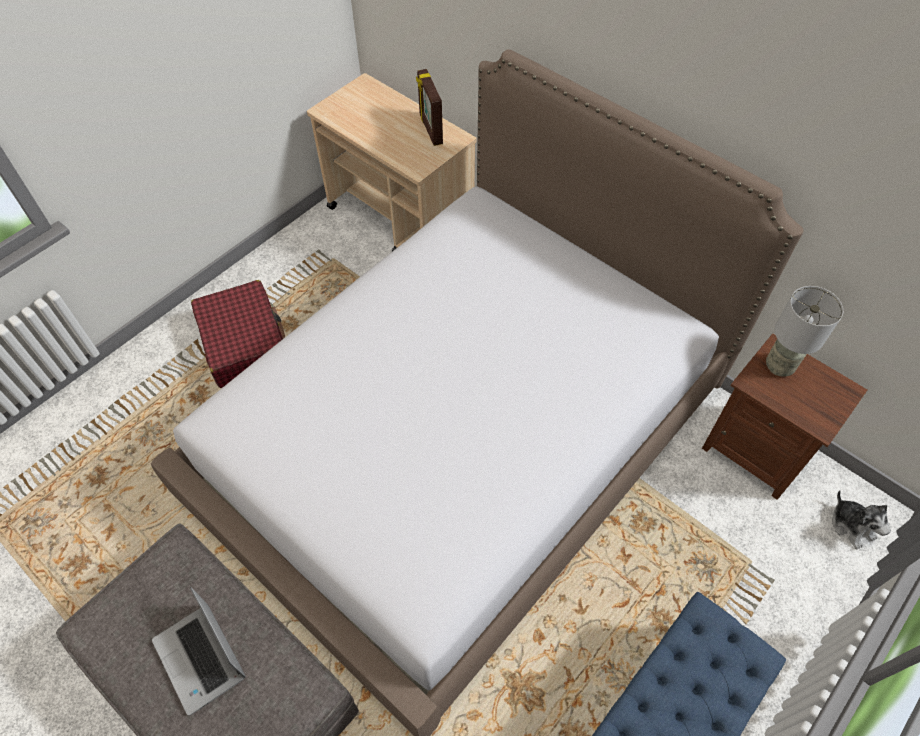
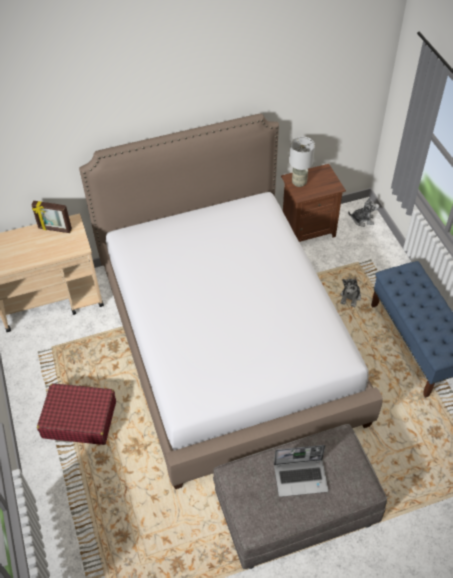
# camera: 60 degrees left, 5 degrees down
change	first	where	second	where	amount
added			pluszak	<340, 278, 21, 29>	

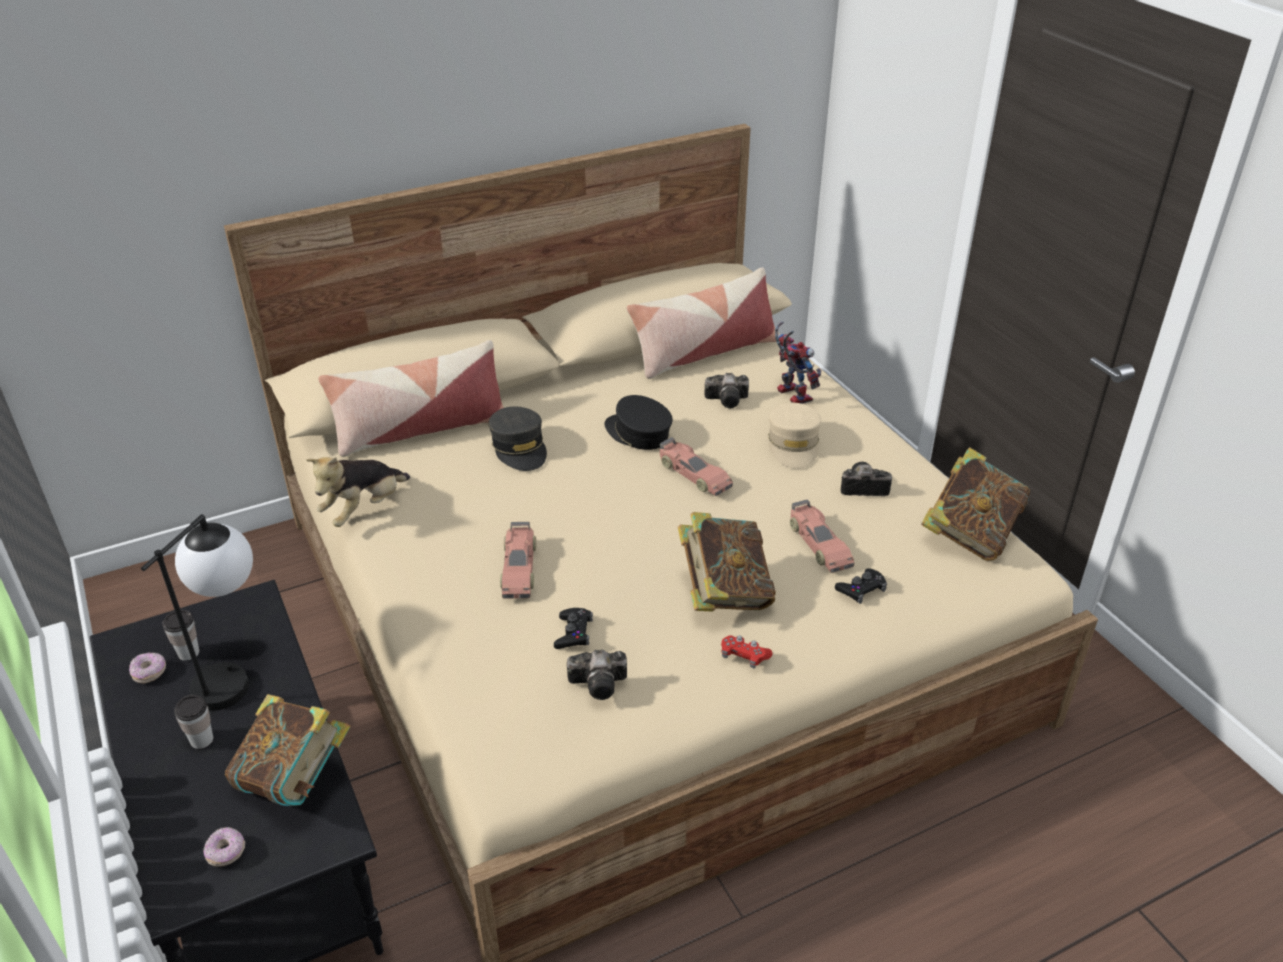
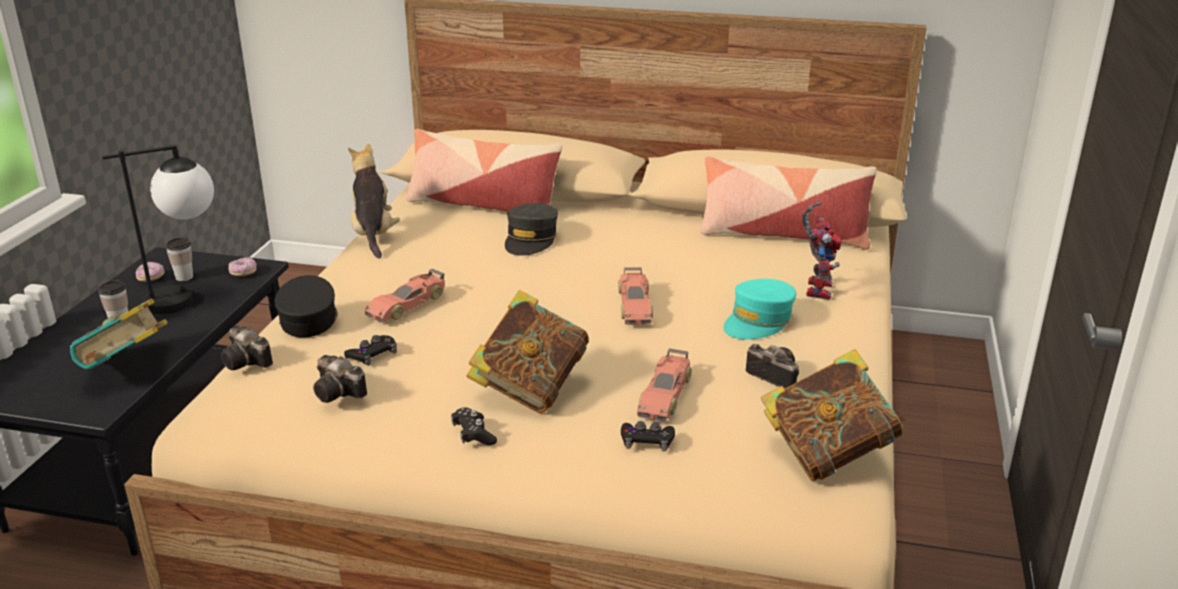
# camera: 40 degrees right, 10 degrees down
change	first	where	second	where	amount
moved	aparat fotograficzny	<705, 373, 44, 35>		<221, 326, 52, 44>	
moved	donut	<204, 827, 41, 40>		<228, 257, 29, 19>	
moved	czapka z daszkiem/czarny	<604, 395, 69, 55>		<275, 275, 63, 63>	
turned	pluszak	<306, 457, 104, 70>		<348, 144, 52, 114>	90 degrees clockwise
recoloured	pad do gier/czerwony	<721, 635, 52, 34>	pad do gier/czarny	<451, 407, 46, 38>	
recoloured	czapka z daszkiem/beżowy	<768, 403, 53, 66>	czapka z daszkiem/turkusowy	<723, 279, 73, 61>	

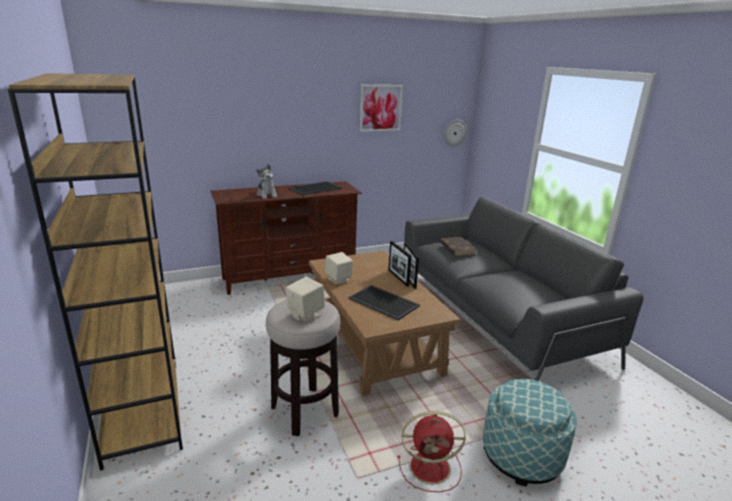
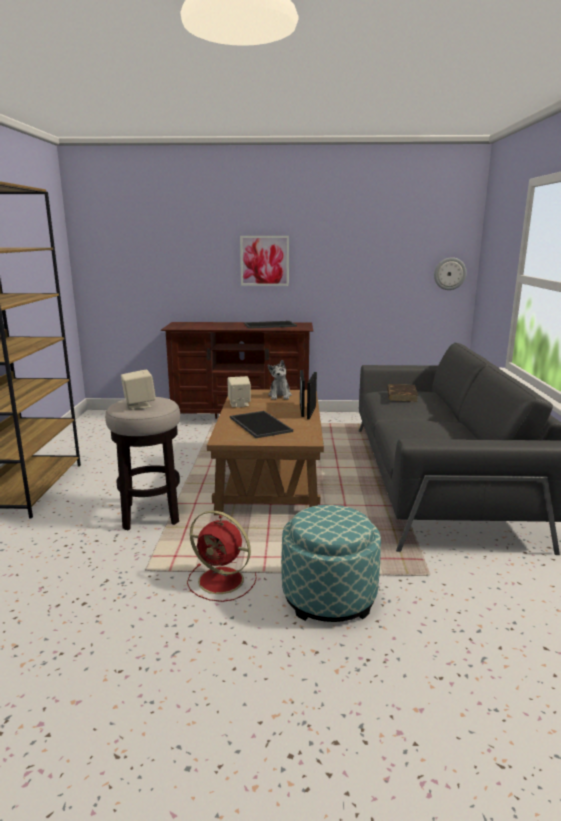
# camera: 25 degrees right, 5 degrees down
change	first	where	second	where	amount
moved	obraz	<359, 85, 44, 47>		<240, 236, 49, 50>	
moved	pluszak	<256, 164, 21, 35>		<268, 360, 24, 40>	

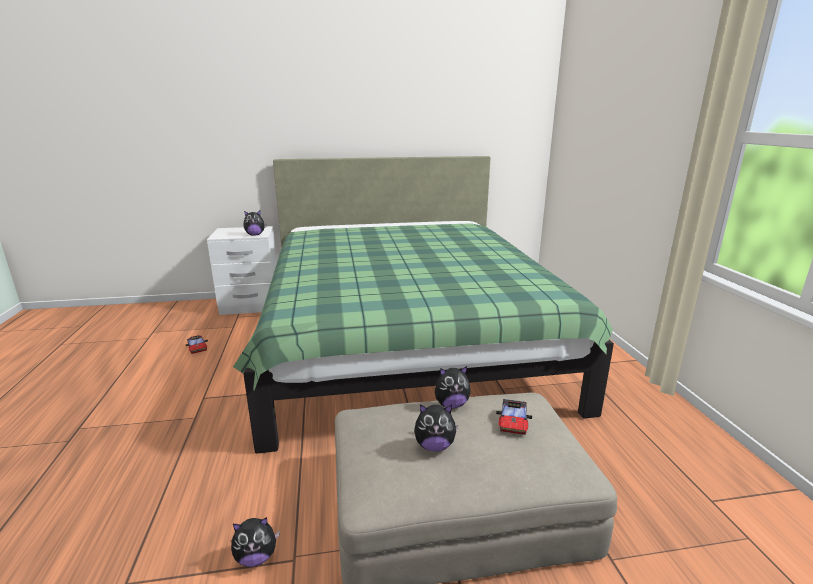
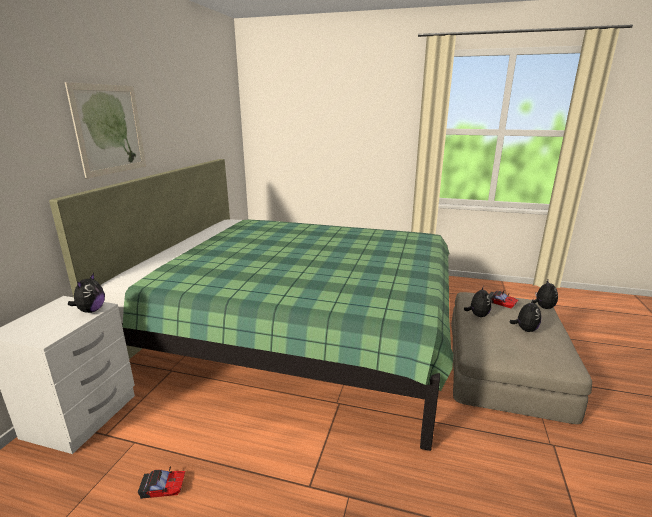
# camera: 65 degrees left, 0 degrees up
change	first	where	second	where	amount
added			obraz	<65, 82, 81, 97>	
moved	pluszak	<231, 517, 49, 50>		<531, 280, 27, 29>	

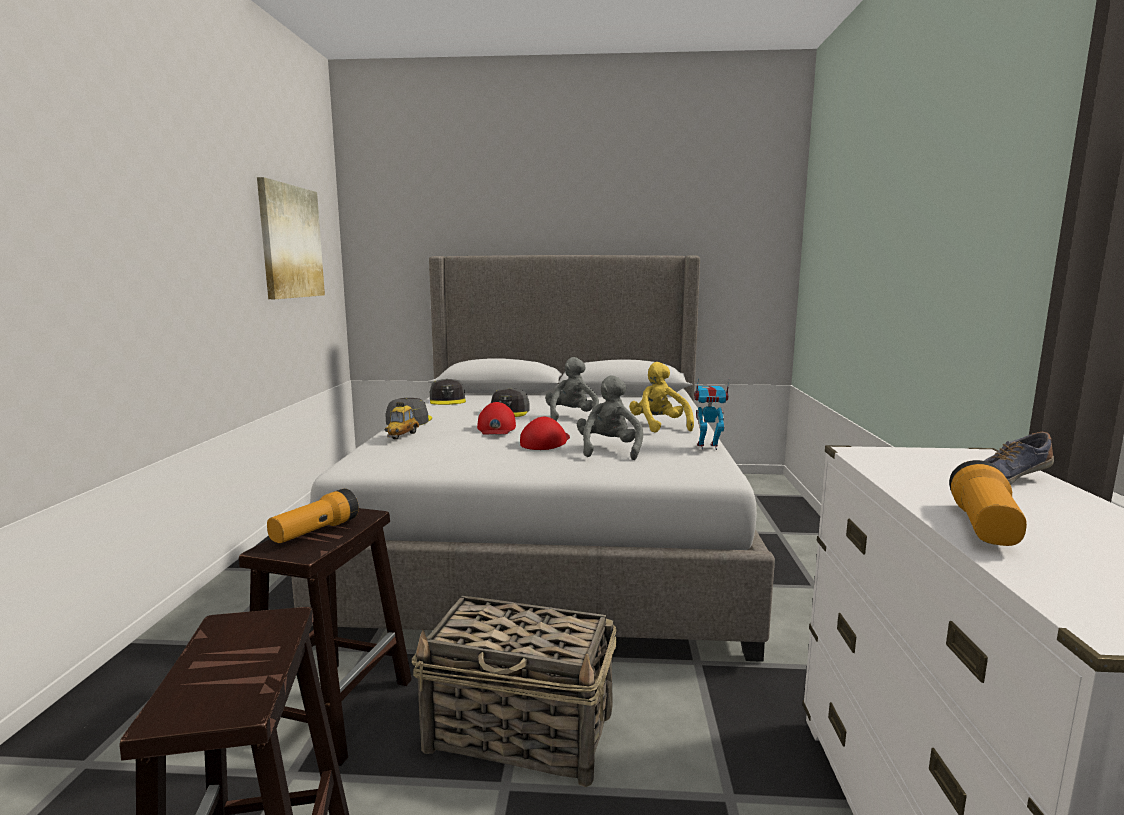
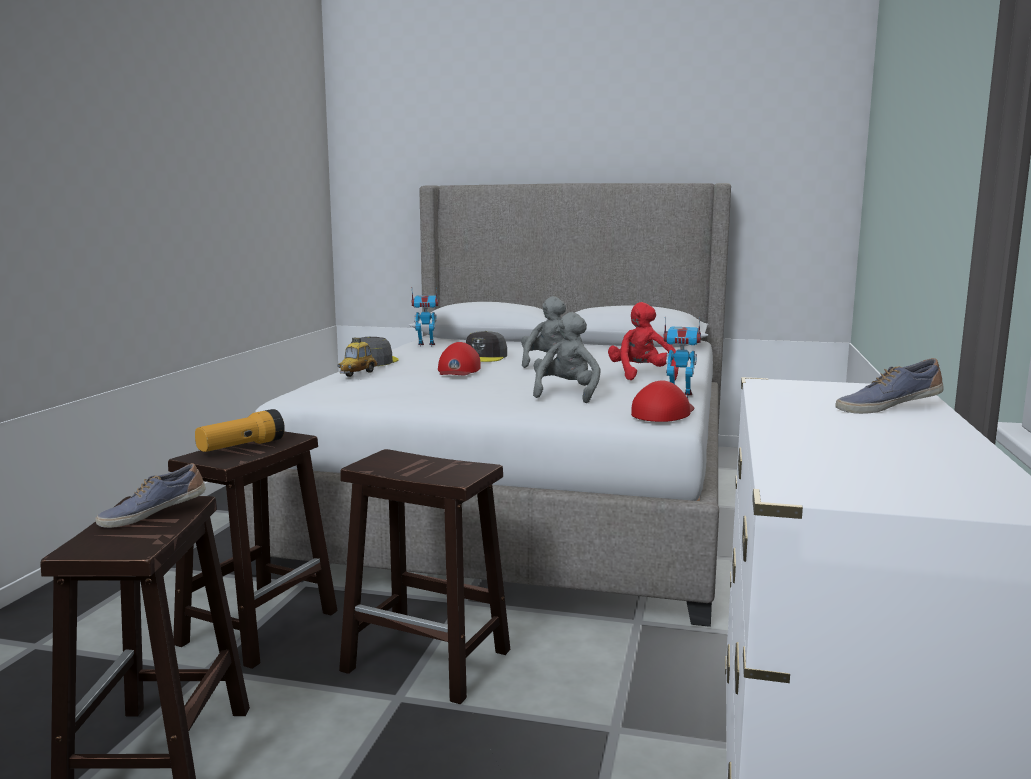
# camera: 10 degrees right, 0 degrees up
change	first	where	second	where	amount
added			but	<95, 463, 111, 65>	
replaced	koszyk	<412, 596, 205, 191>	stołek/brązowy	<339, 449, 171, 255>	
replaced	czapka z daszkiem/szary	<430, 379, 36, 26>	robot zabawkowy	<412, 287, 26, 60>	
recoloured	pluszak/żółty	<629, 362, 65, 71>	pluszak/czerwony	<608, 302, 71, 78>	
moved	czapka z daszkiem/czerwony	<520, 417, 50, 33>		<631, 380, 63, 42>	
removed	obraz	<257, 177, 68, 122>			
removed	latarka	<949, 460, 78, 86>			

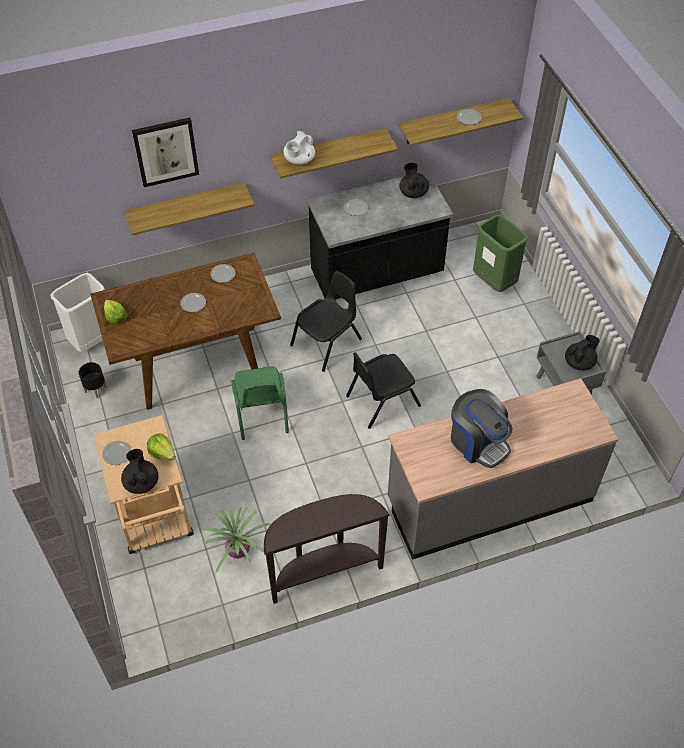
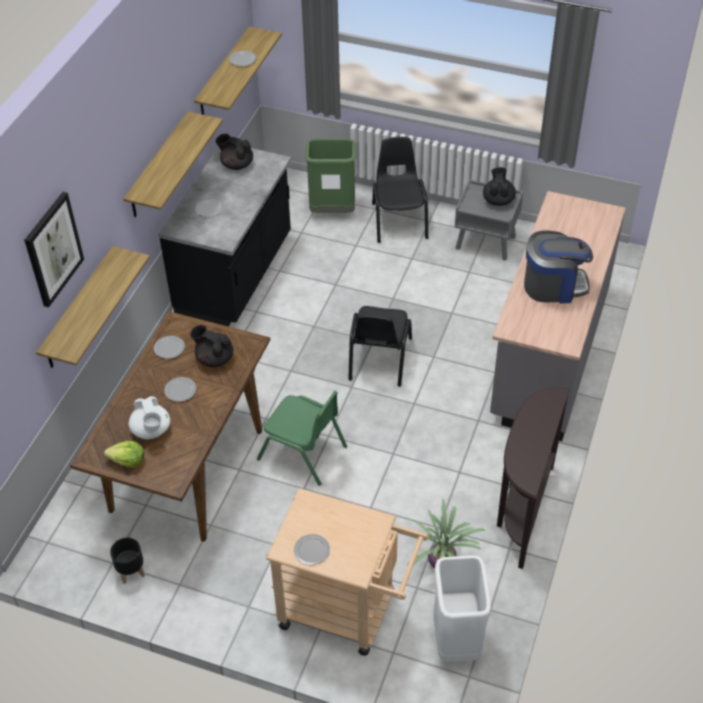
# camera: 50 degrees left, 5 degrees down
change	first	where	second	where	amount
moved	imbryk/biały	<283, 131, 32, 34>		<129, 396, 41, 43>	
moved	imbryk/czarny	<121, 449, 38, 45>		<190, 325, 43, 42>	
moved	krzesło/czarny	<290, 271, 72, 101>		<372, 137, 56, 106>	
moved	kosz na śmieci/biały	<51, 273, 54, 79>		<434, 555, 57, 107>	
removed	sałata	<147, 434, 29, 26>			

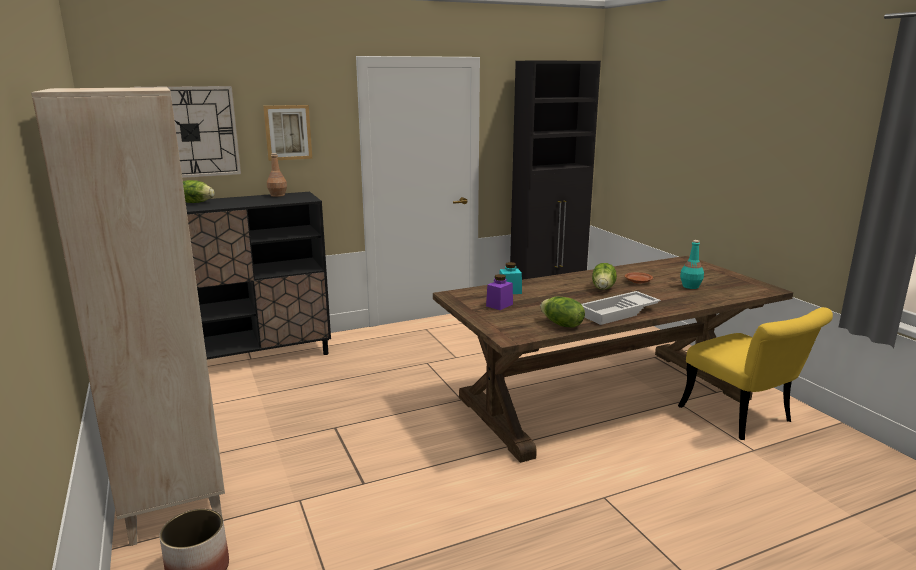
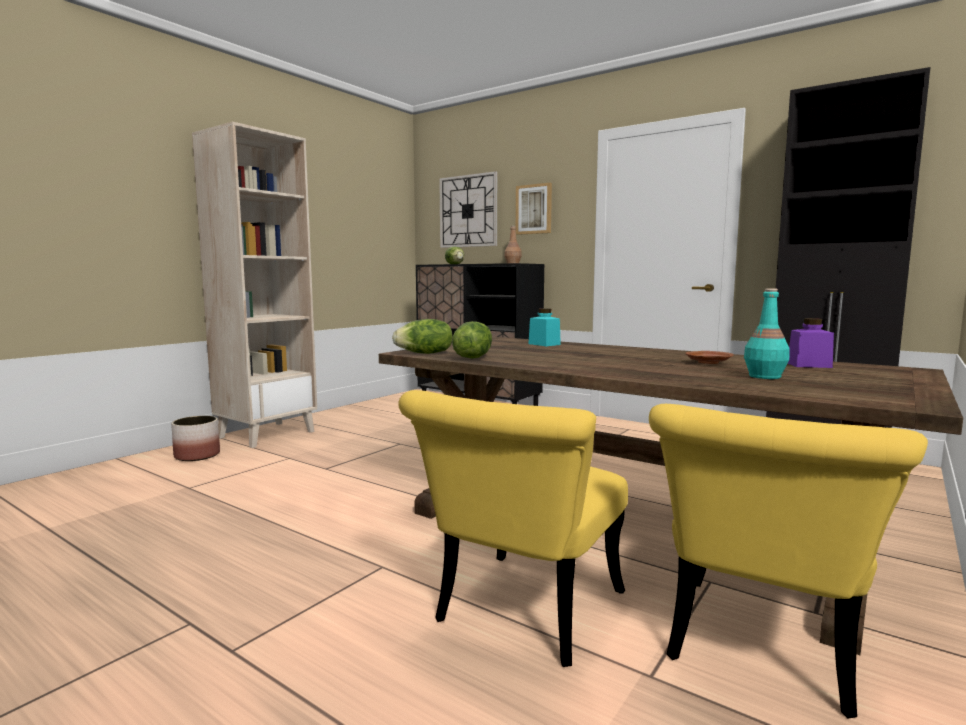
# camera: 60 degrees right, 10 degrees down
change	first	where	second	where	amount
moved	sałata	<592, 263, 25, 27>		<392, 319, 61, 35>	
added			krzesło/żółty	<398, 390, 230, 277>	
moved	słoik/fioletowy	<486, 274, 27, 36>		<788, 318, 46, 50>	
removed	taca/biały	<582, 291, 79, 34>			

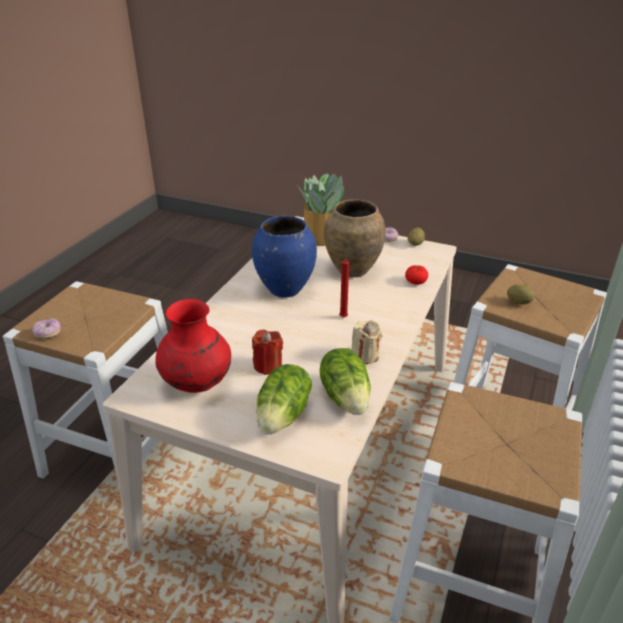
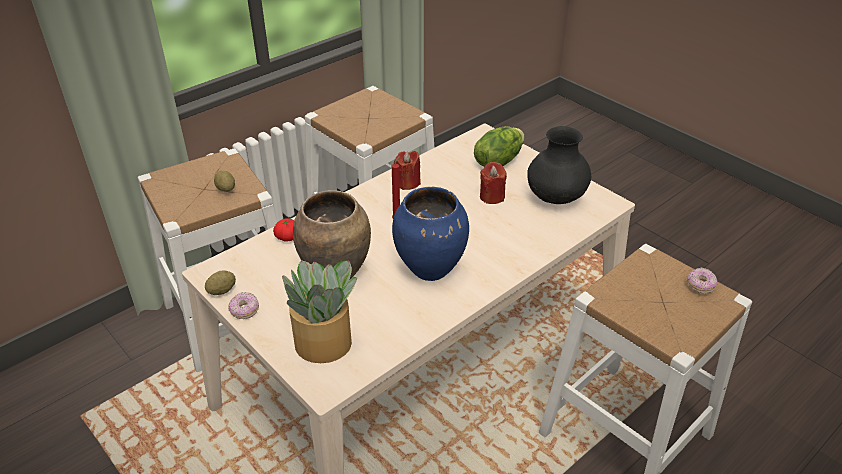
# camera: 155 degrees left, 5 degrees up
change	first	where	second	where	amount
recoloured	świeca/beżowy	<351, 320, 32, 44>	świeca/czerwony	<394, 151, 27, 39>	
recoloured	wazon/czerwony	<155, 299, 76, 94>	wazon/czarny	<527, 126, 64, 78>	
removed	sałata	<320, 348, 51, 67>			

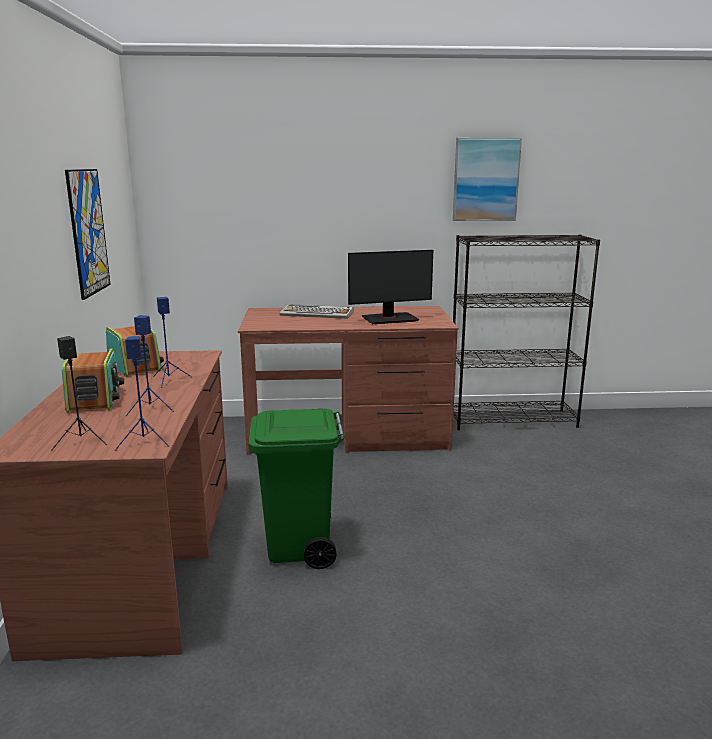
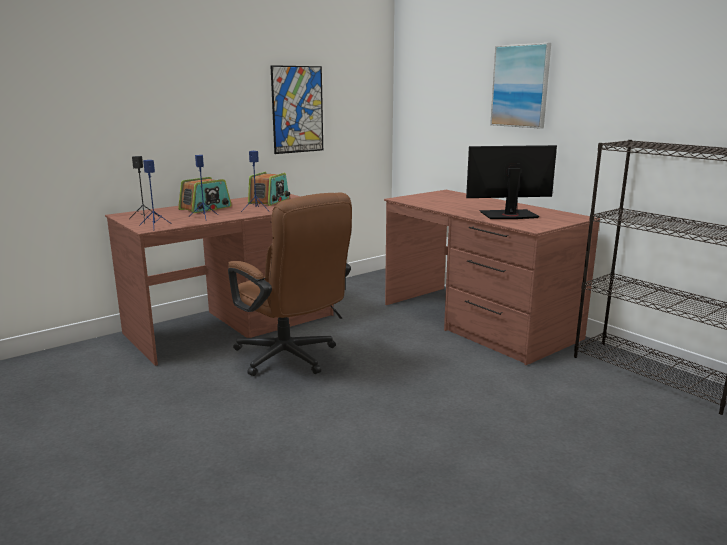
# camera: 55 degrees right, 0 degrees up
change	first	where	second	where	amount
replaced	kosz na śmieci/zielony	<248, 409, 97, 160>	krzesło biurowe/brązowy	<228, 193, 124, 183>	
turned	monitor	<348, 250, 85, 74>		<466, 145, 91, 74>	135 degrees clockwise
moved	obraz	<453, 138, 69, 83>		<490, 43, 61, 86>	
removed	klawiatura	<279, 304, 74, 15>			

